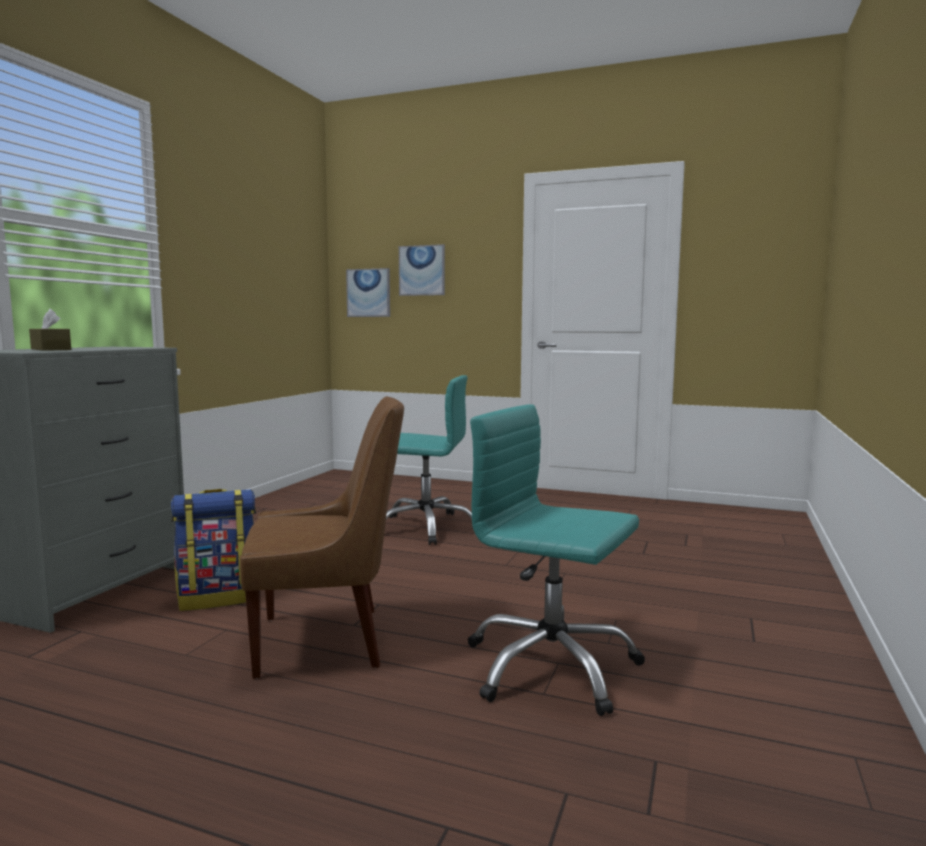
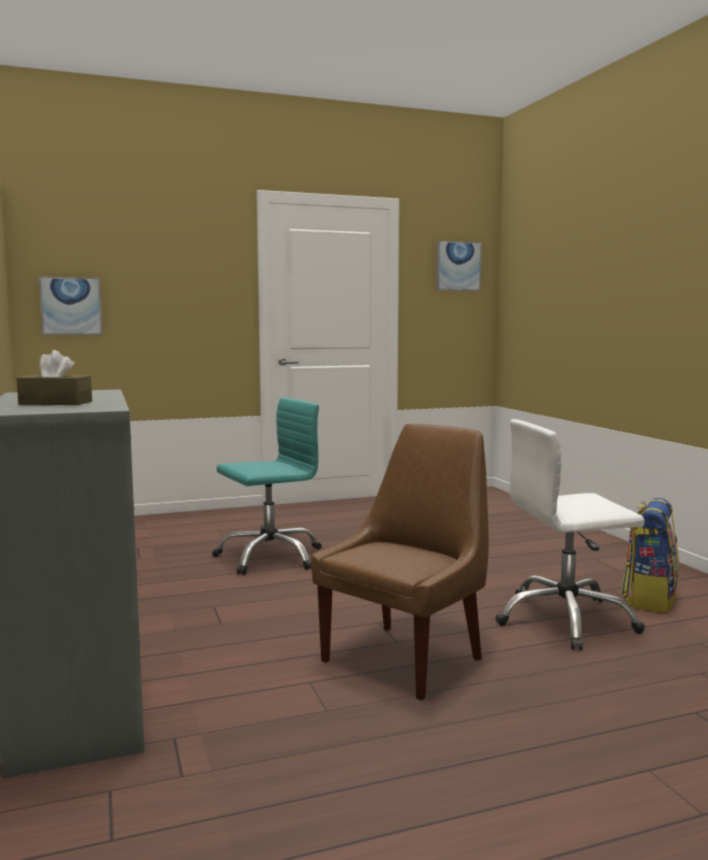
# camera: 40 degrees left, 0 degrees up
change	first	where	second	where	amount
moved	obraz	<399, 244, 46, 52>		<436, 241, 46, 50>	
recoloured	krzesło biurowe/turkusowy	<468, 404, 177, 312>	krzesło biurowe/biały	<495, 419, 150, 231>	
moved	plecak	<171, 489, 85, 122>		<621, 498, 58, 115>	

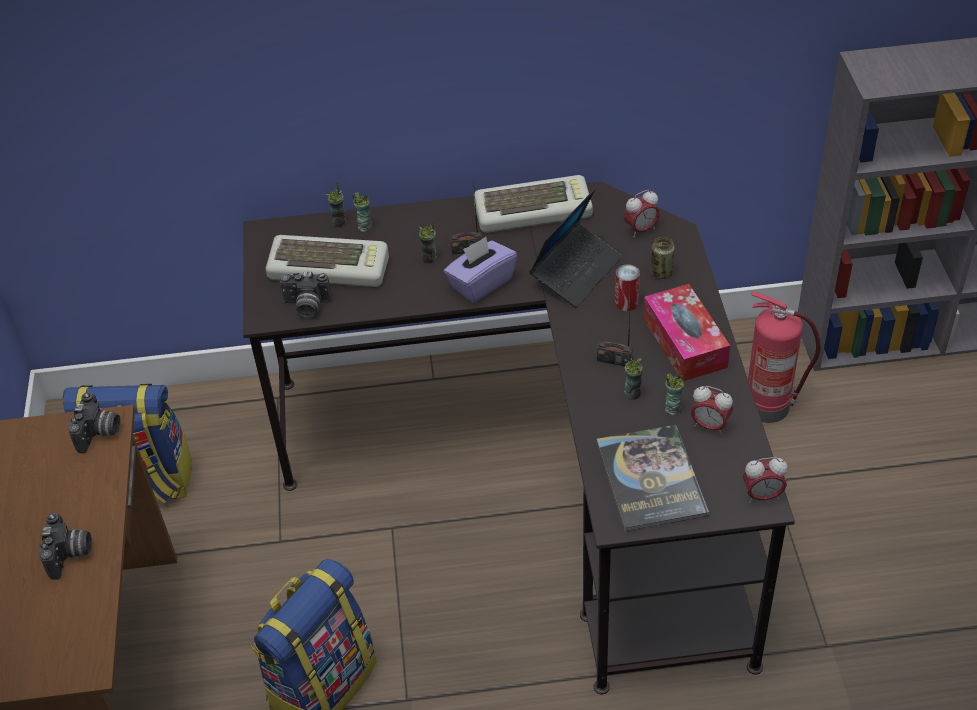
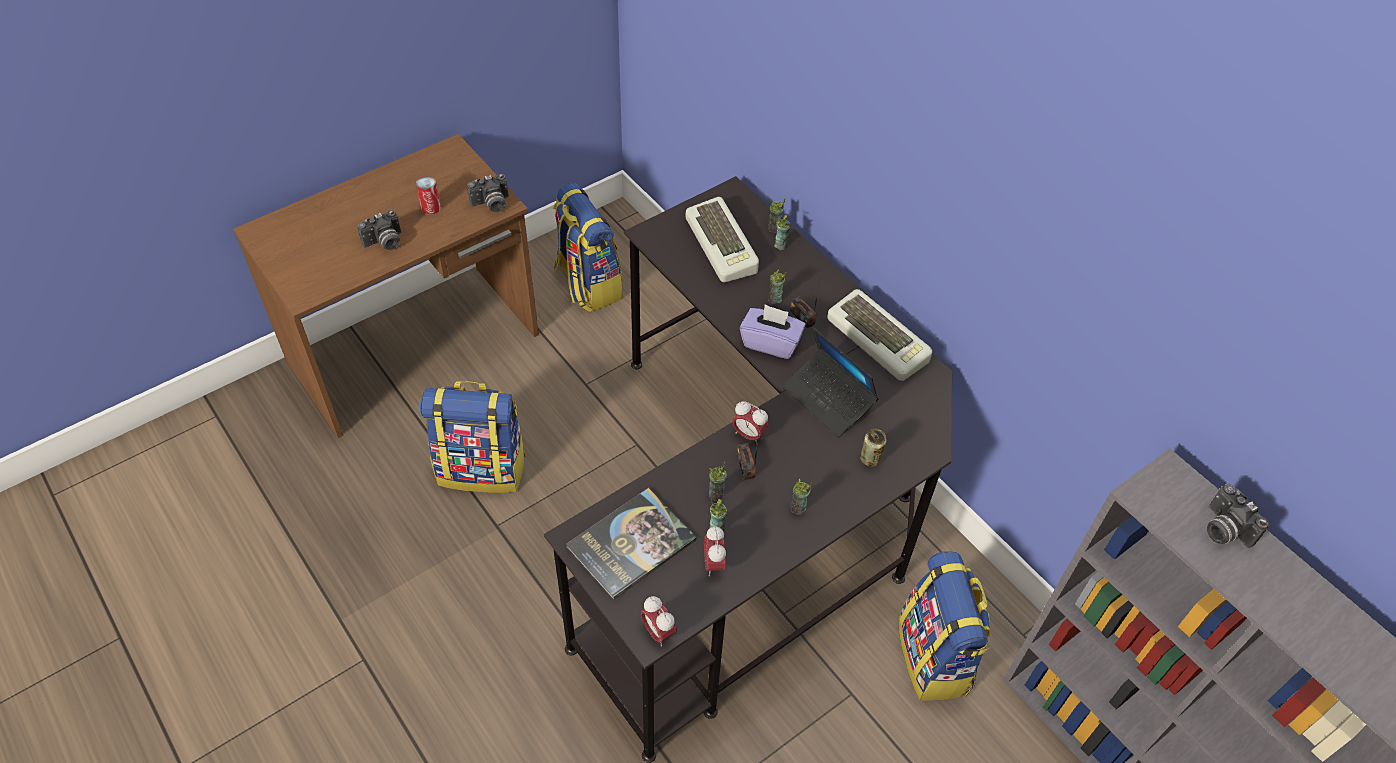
# camera: 55 degrees right, 5 degrees up
change	first	where	second	where	amount
moved	puszka	<615, 265, 25, 46>		<416, 176, 25, 39>	
moved	budzik	<624, 190, 36, 47>		<732, 401, 37, 43>	
turned	laptop	<529, 189, 93, 119>		<782, 326, 97, 111>	45 degrees clockwise
replaced	pudełko chusteczek	<644, 284, 86, 97>	filiżanka	<790, 479, 23, 36>	
replaced	gaśnica	<748, 292, 73, 131>	plecak	<898, 551, 92, 150>	
moved	aparat fotograficzny	<280, 271, 52, 46>		<1207, 484, 62, 64>	

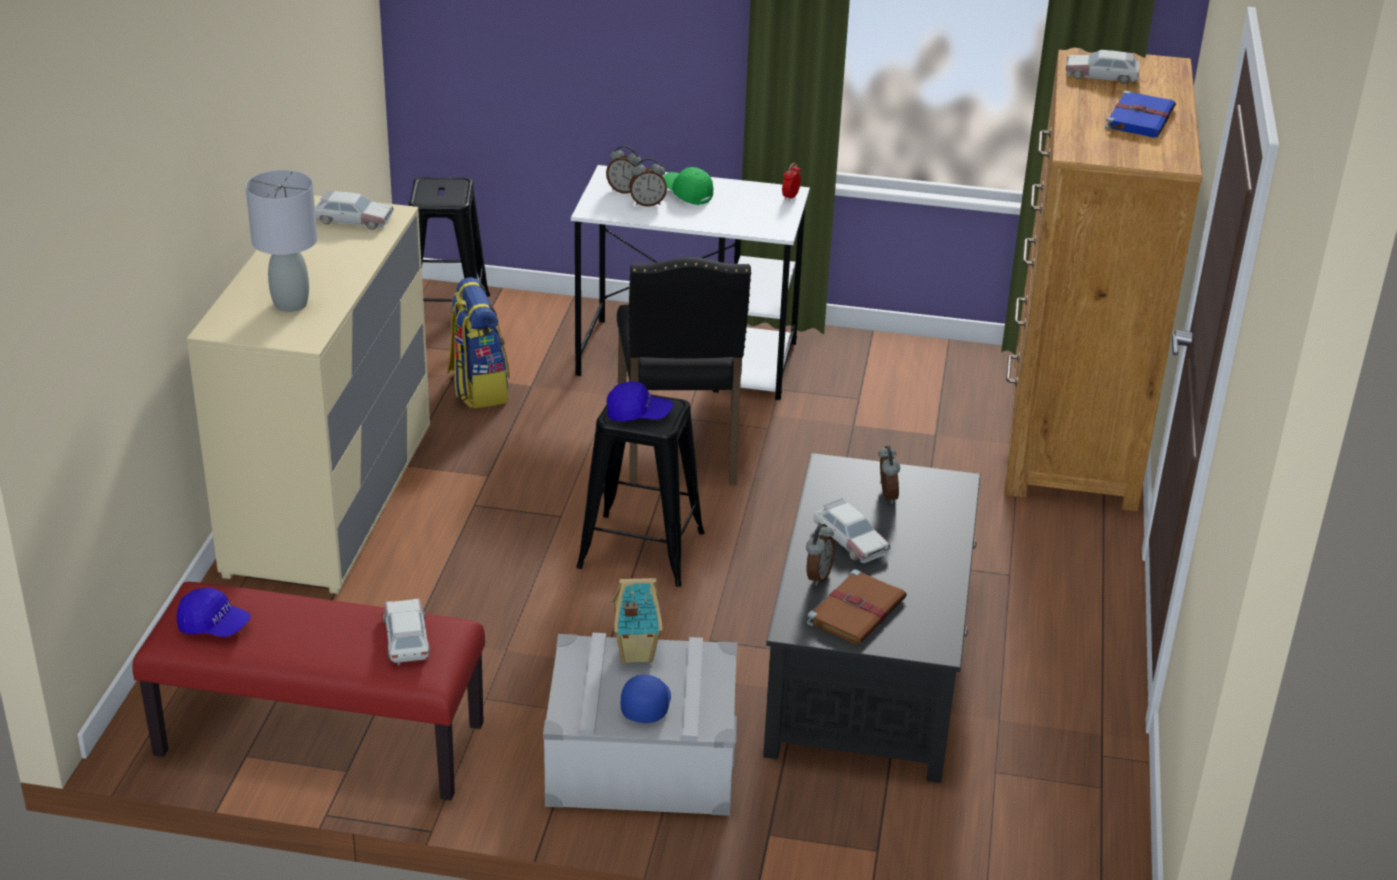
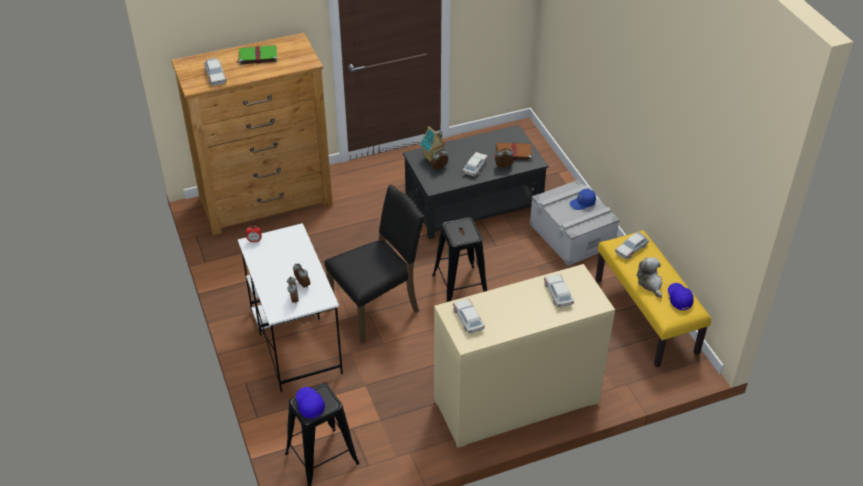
# camera: 120 degrees left, 10 degrees up
change	first	where	second	where	amount
recoloured	książka/niebieski	<1105, 91, 71, 47>	książka/zielony	<236, 45, 41, 20>	
moved	czapka z daszkiem/niebieski	<607, 381, 66, 40>		<296, 387, 29, 32>	
moved	domek	<612, 578, 51, 86>		<420, 126, 26, 36>	
replaced	lampa stołowa/szary	<246, 170, 72, 142>	samochodzik	<544, 274, 30, 35>	
recoloured	ławka/czerwony	<133, 582, 352, 218>	ławka/żółty	<595, 230, 116, 138>	
added			pluszak	<637, 257, 25, 41>	
removed	plecak	<447, 277, 63, 131>			
removed	czapka z daszkiem/zielony	<663, 167, 50, 38>			

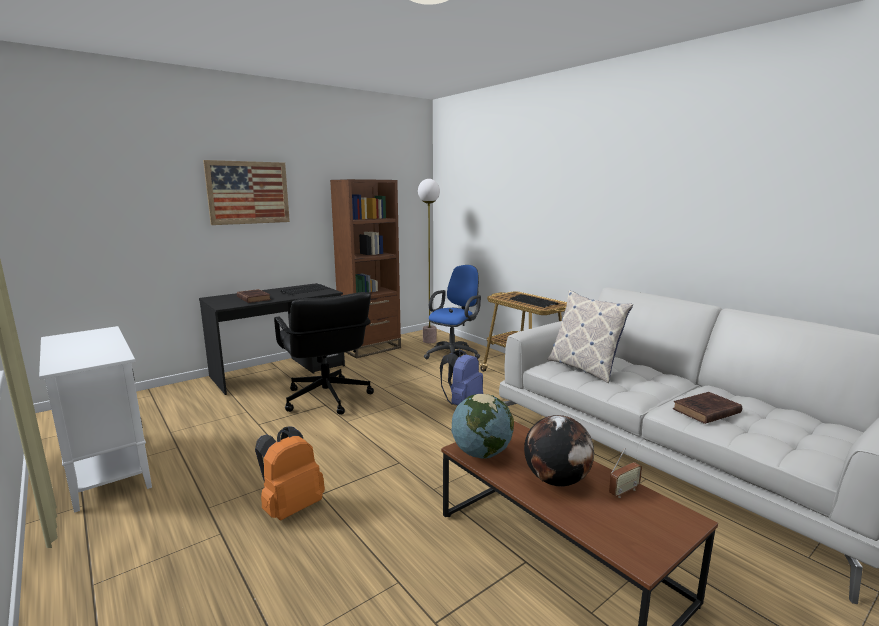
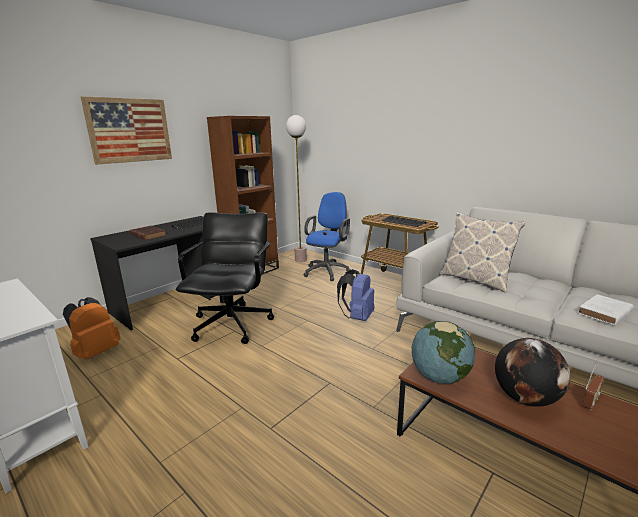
# camera: 10 degrees left, 5 degrees up
change	first	where	second	where	amount
moved	plecak/pomarańczowy	<255, 426, 70, 94>		<63, 297, 58, 63>	
turned	krzesło biurowe/czarny	<274, 292, 100, 122>		<176, 212, 98, 132>	135 degrees counterclockwise
recoloured	książka/brązowy	<673, 392, 69, 32>	książka/biały	<577, 294, 57, 31>	

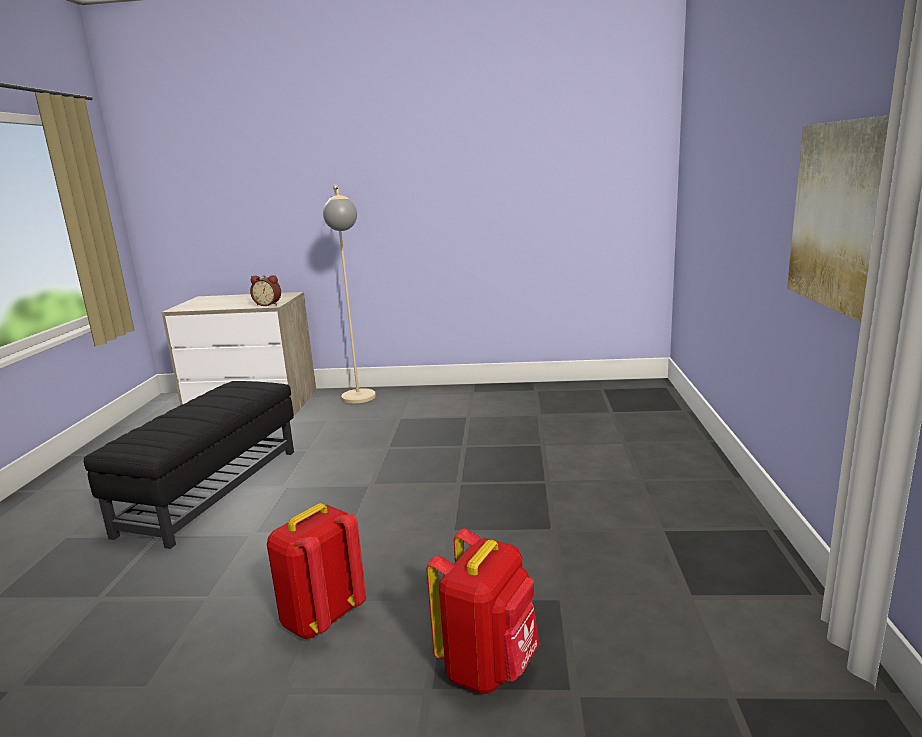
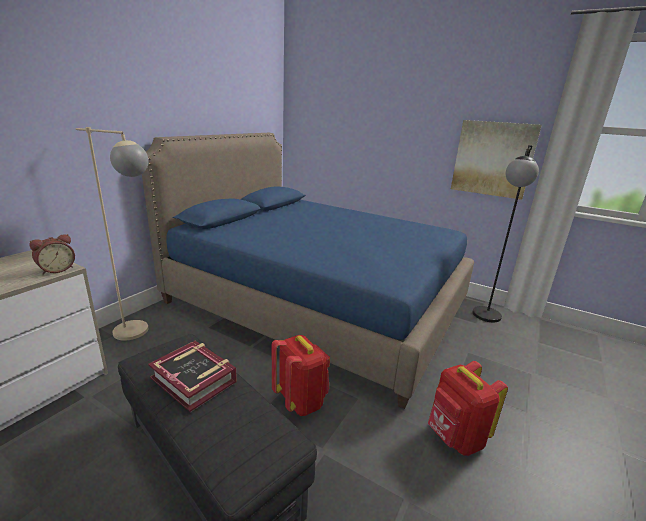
# camera: 65 degrees left, 5 degrees up
change	first	where	second	where	amount
added			łóżko/niebieski	<142, 133, 332, 276>	
added			książka	<148, 341, 89, 71>	
moved	plecak/czerwony	<427, 528, 112, 166>		<272, 335, 58, 81>	
added			lampa stojąca/czarny	<472, 145, 67, 177>	

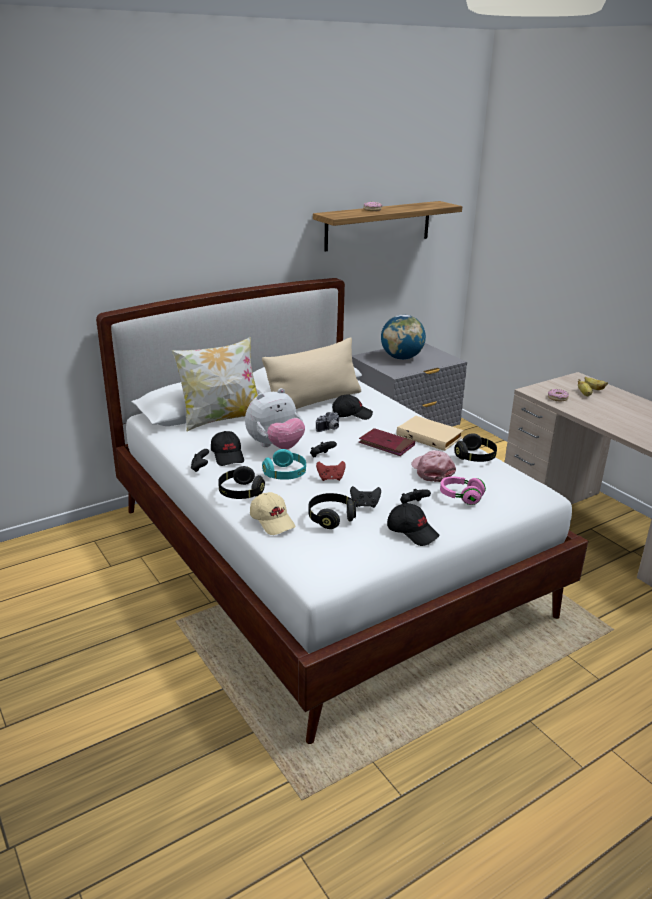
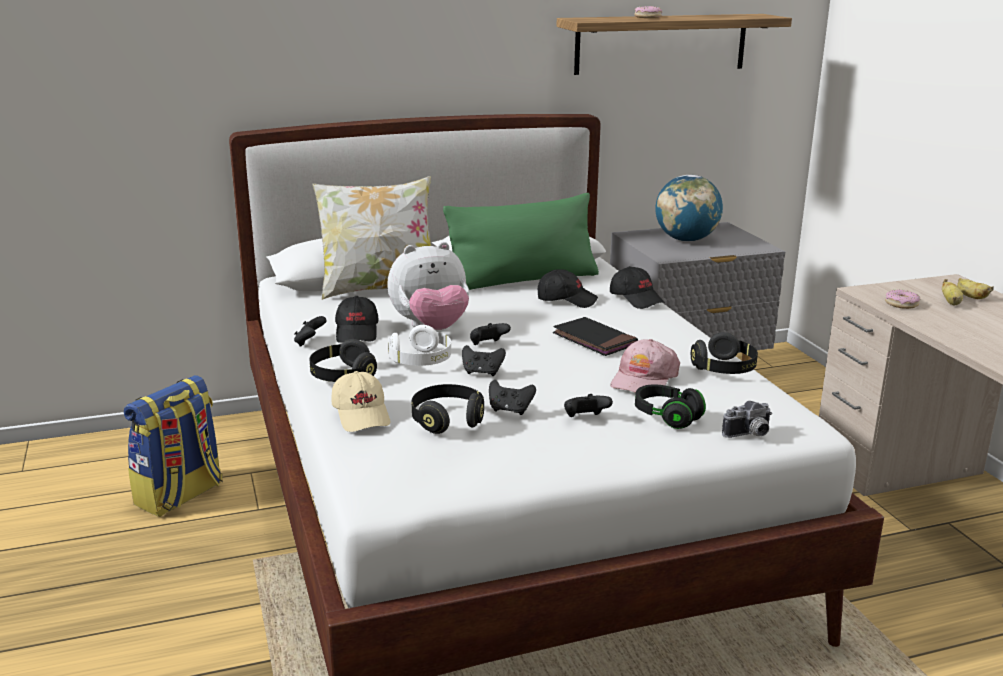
# camera: 15 degrees right, 5 degrees down
change	first	where	second	where	amount
added			plecak	<124, 375, 99, 142>	
recoloured	słuchawki/turkusowy	<262, 449, 44, 31>	słuchawki/biały	<388, 325, 63, 41>	
recoloured	poduszka/beżowy	<262, 337, 99, 72>	poduszka/zielony	<443, 193, 156, 97>	
recoloured	pad do gier/czerwony	<316, 461, 30, 20>	pad do gier/czarny	<462, 345, 44, 31>	
recoloured	książka/czerwony	<359, 428, 56, 28>	książka/czarny	<553, 317, 85, 39>	
moved	czapka z daszkiem/czarny	<387, 503, 53, 43>		<610, 266, 54, 43>	
turned	czapka z daszkiem/różowy	<411, 450, 45, 32>		<610, 339, 70, 54>	150 degrees counterclockwise
recoloured	słuchawki/różowy	<440, 477, 46, 28>	słuchawki/czarny	<635, 385, 71, 44>	
moved	aparat fotograficzny	<316, 412, 23, 20>		<722, 401, 50, 37>	
removed	książka/beżowy	<396, 416, 67, 35>			

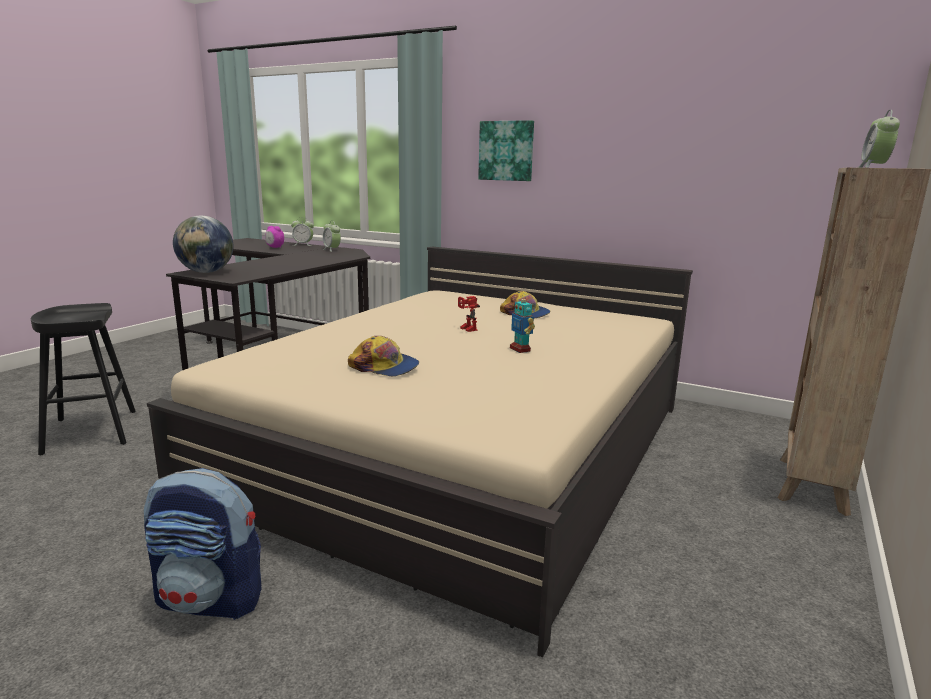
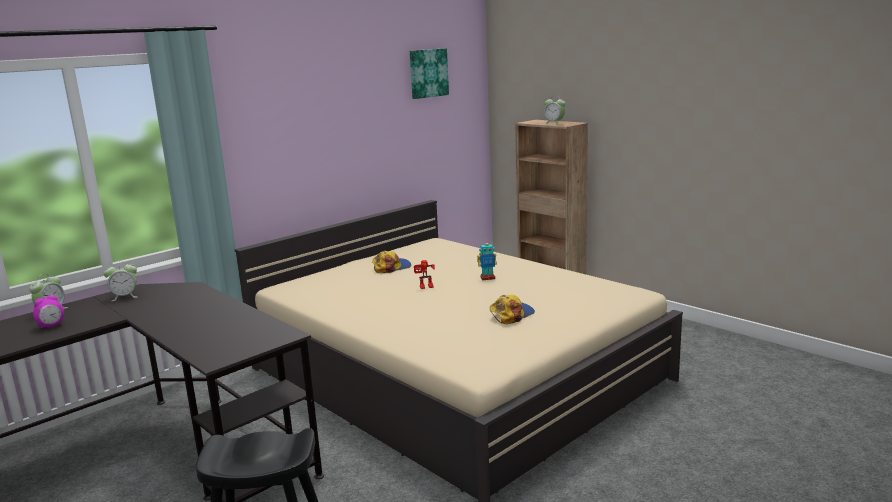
# camera: 70 degrees left, 0 degrees up
change	first	where	second	where	amount
moved	obraz	<478, 120, 56, 61>		<410, 48, 39, 51>	
removed	plecak	<144, 468, 118, 152>			
removed	globus	<173, 216, 60, 57>			

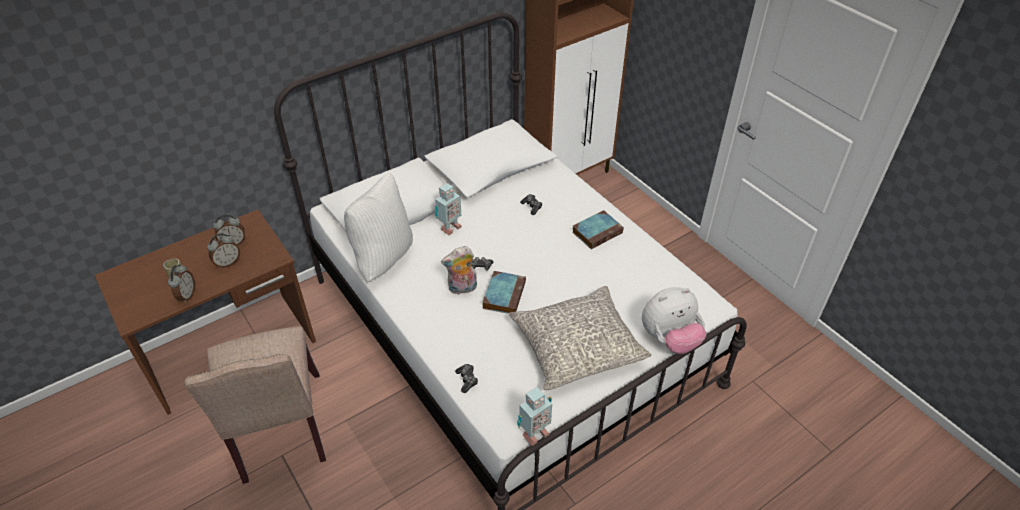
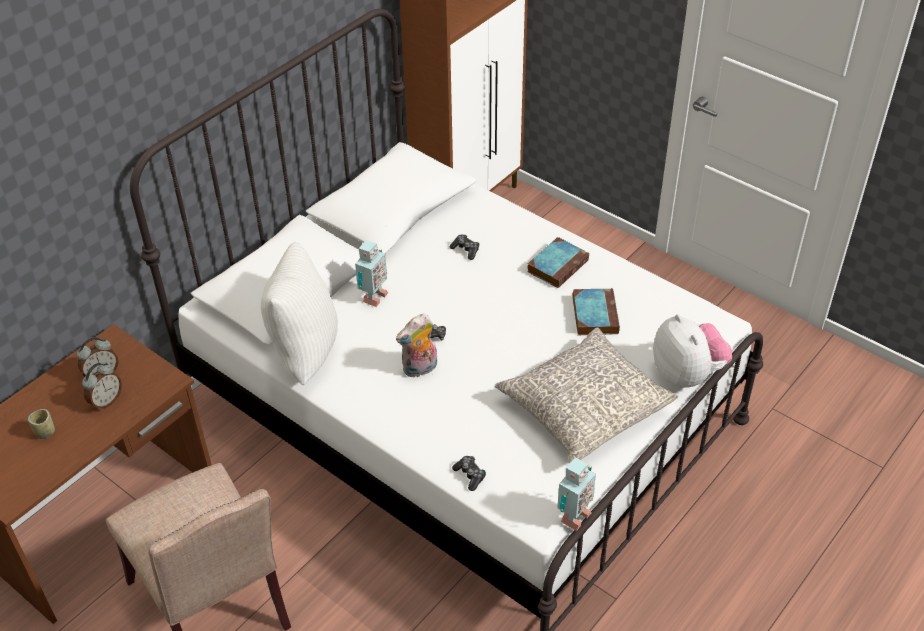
# camera: 15 degrees left, 0 degrees up
change	first	where	second	where	amount
moved	książka	<482, 271, 44, 43>		<572, 288, 48, 47>	
turned	pluszak	<642, 287, 64, 67>		<653, 314, 79, 74>	75 degrees counterclockwise
removed	budzik	<168, 264, 27, 39>			

